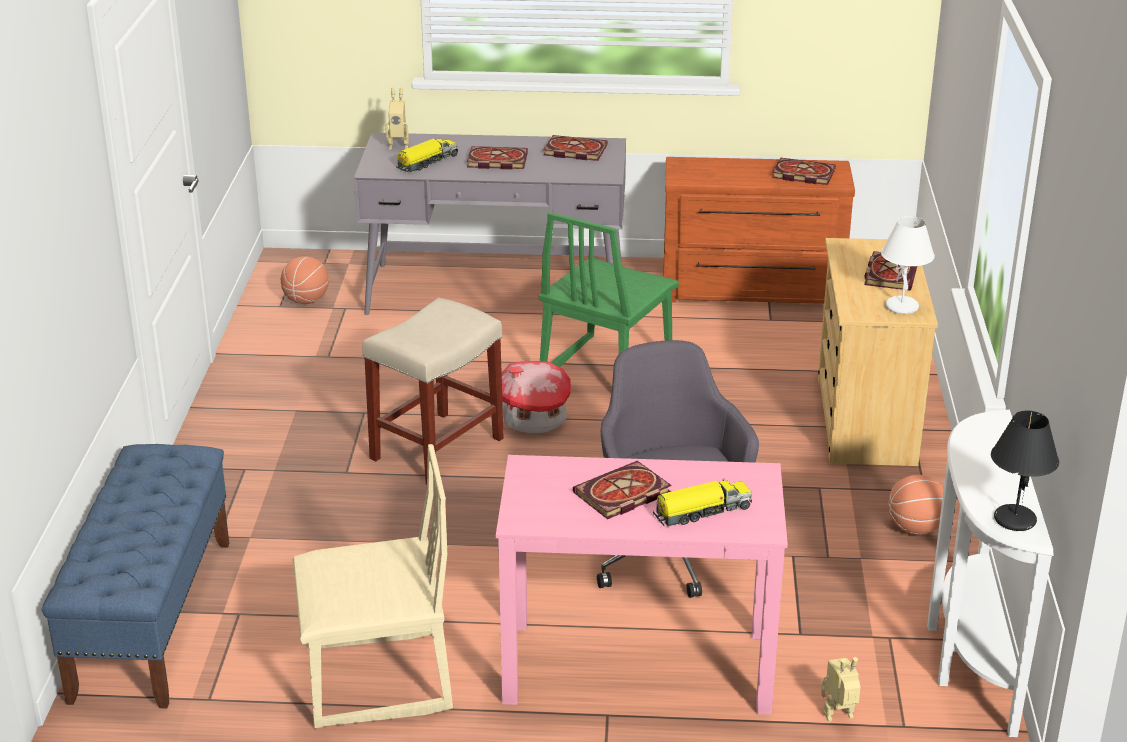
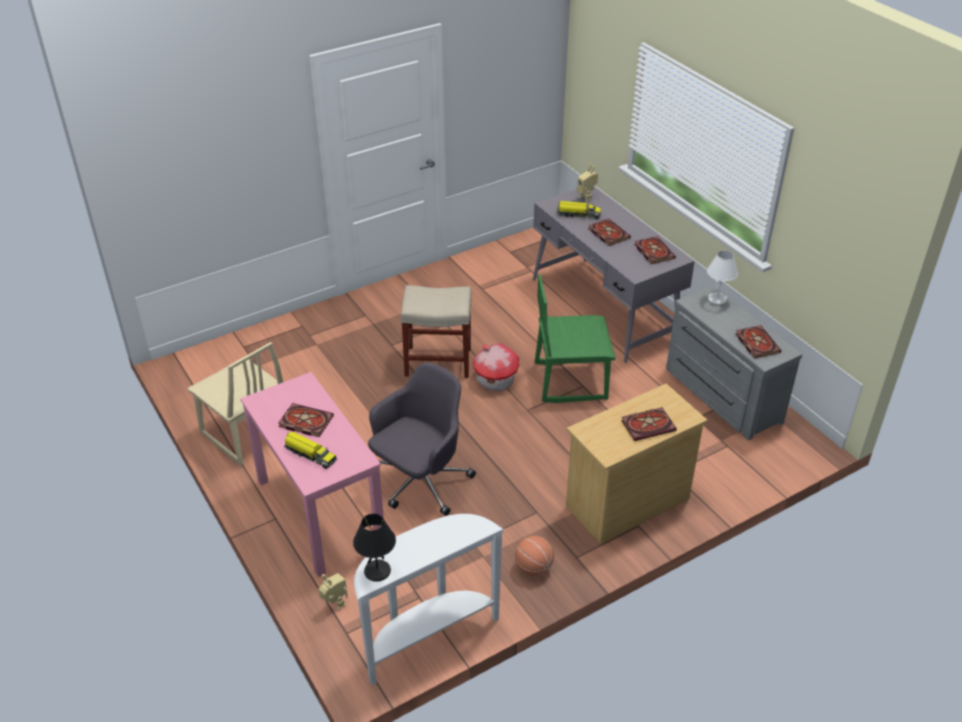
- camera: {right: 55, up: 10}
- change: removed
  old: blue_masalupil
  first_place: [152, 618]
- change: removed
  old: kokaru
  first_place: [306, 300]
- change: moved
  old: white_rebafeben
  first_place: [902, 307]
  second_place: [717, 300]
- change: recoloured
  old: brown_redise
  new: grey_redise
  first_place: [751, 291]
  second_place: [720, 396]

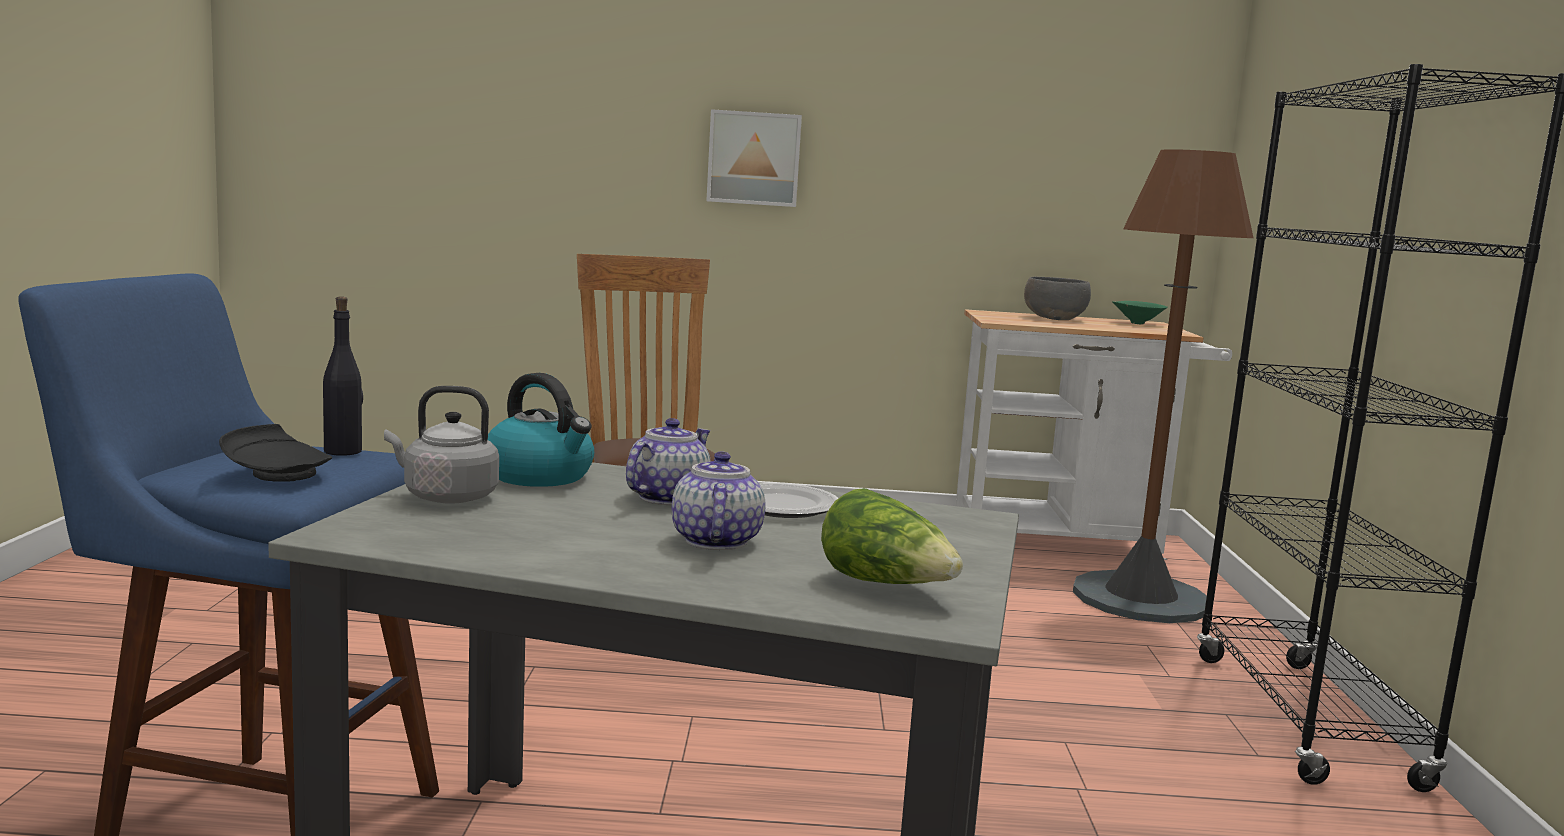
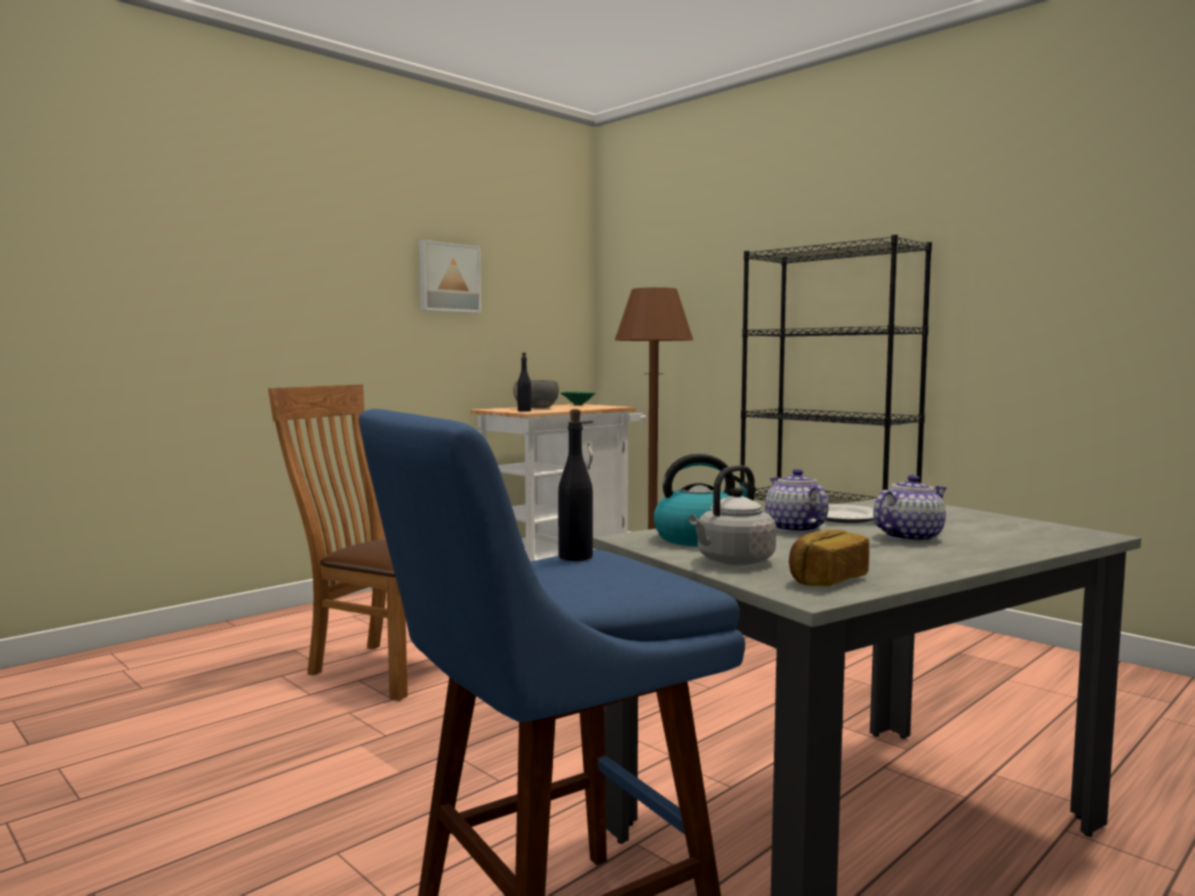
- camera: {right: -45, up: -5}
- change: removed
  old: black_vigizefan
  first_place: [278, 473]
- change: removed
  old: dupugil
  first_place: [887, 584]
- change: added
  new: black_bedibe
  second_place: [524, 411]
- change: added
  new: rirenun
  second_place: [826, 580]
- change: moved
  old: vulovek
  first_place: [754, 158]
  second_place: [448, 278]
- change: turned
  old: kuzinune
  first_place: [715, 540]
  second_place: [909, 537]
  degrees: 105

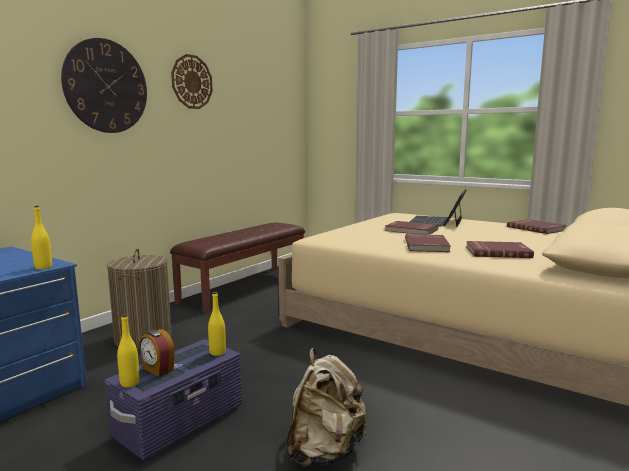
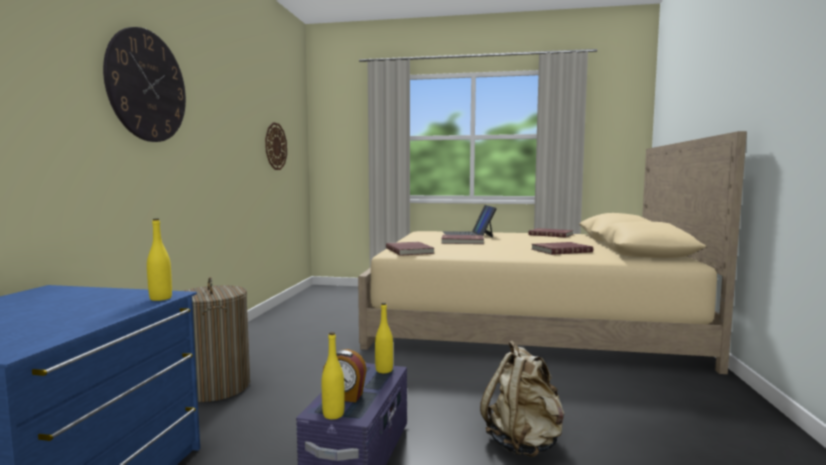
- camera: {right: -25, up: -5}
- change: removed
  old: brown_masalupil
  first_place: [244, 288]
- change: moved
  old: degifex
  first_place: [192, 82]
  second_place: [275, 146]
- change: moved
  old: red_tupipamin
  first_place: [427, 245]
  second_place: [410, 251]

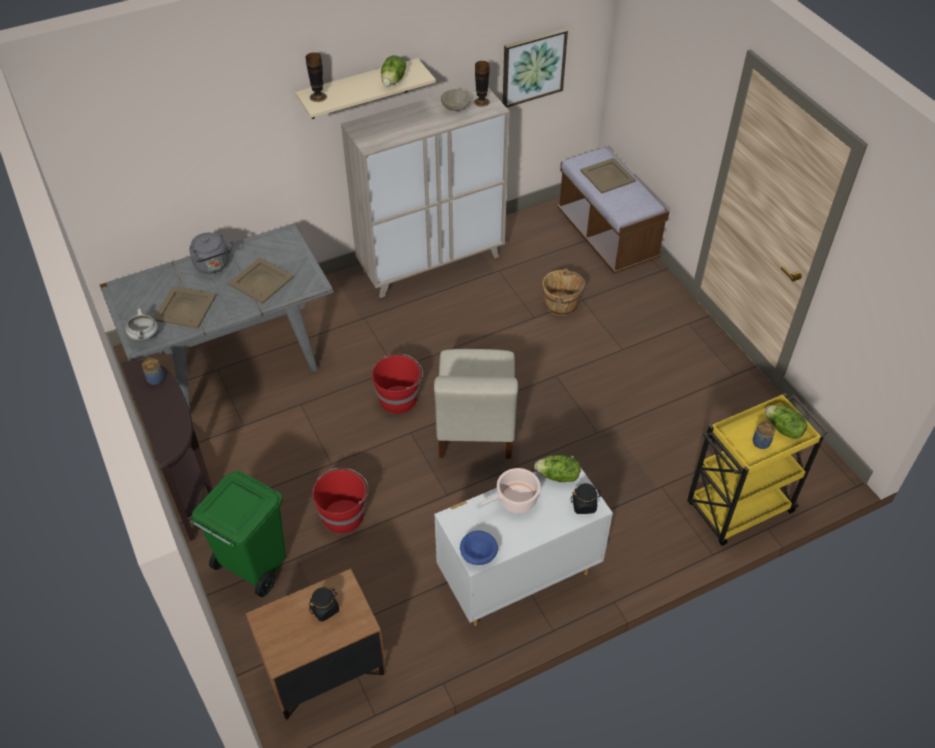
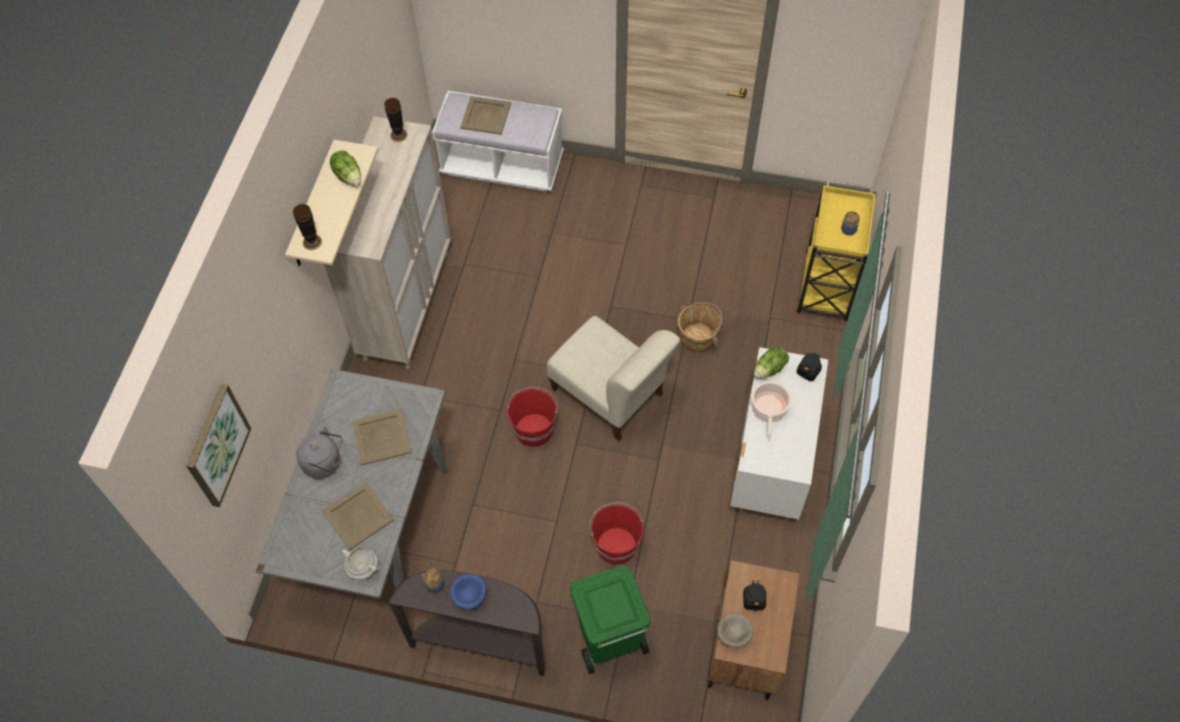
- camera: {right: -50, up: 10}
- change: removed
  old: dupugil
  first_place: [783, 429]
- change: moved
  old: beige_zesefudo
  first_place: [456, 108]
  second_place: [734, 634]
- change: moved
  old: blue_zesefudo
  first_place: [478, 554]
  second_place: [468, 596]
- change: moved
  old: vulovek
  first_place: [533, 67]
  second_place: [216, 445]
- change: moved
  old: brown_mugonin
  first_place: [561, 304]
  second_place: [698, 337]
- change: recoloured
  old: brown_masalupil
  new: white_masalupil
  first_place: [607, 237]
  second_place: [502, 165]

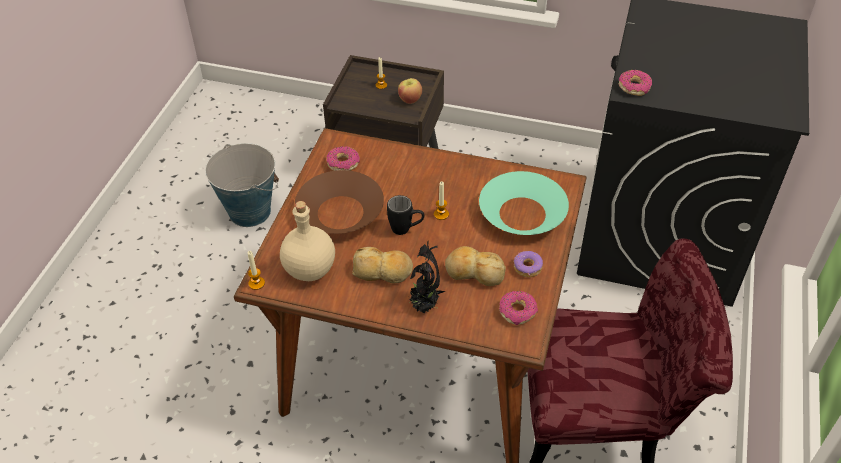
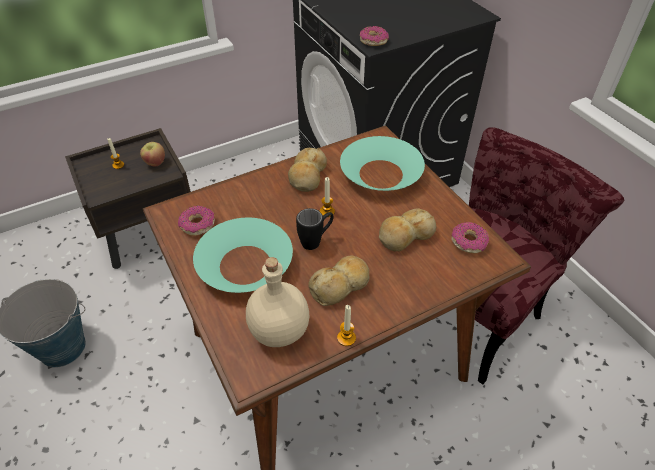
- camera: {right: -45, up: 0}
- change: removed
  old: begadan
  first_place: [425, 306]
- change: removed
  old: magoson
  first_place: [527, 268]
- change: added
  new: rirenun
  second_place: [307, 176]
- change: moved
  old: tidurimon
  first_place: [256, 283]
  second_place: [346, 338]
- change: recoloured
  old: brown_zesefudo
  new: turquoise_zesefudo
  first_place: [340, 212]
  second_place: [244, 264]

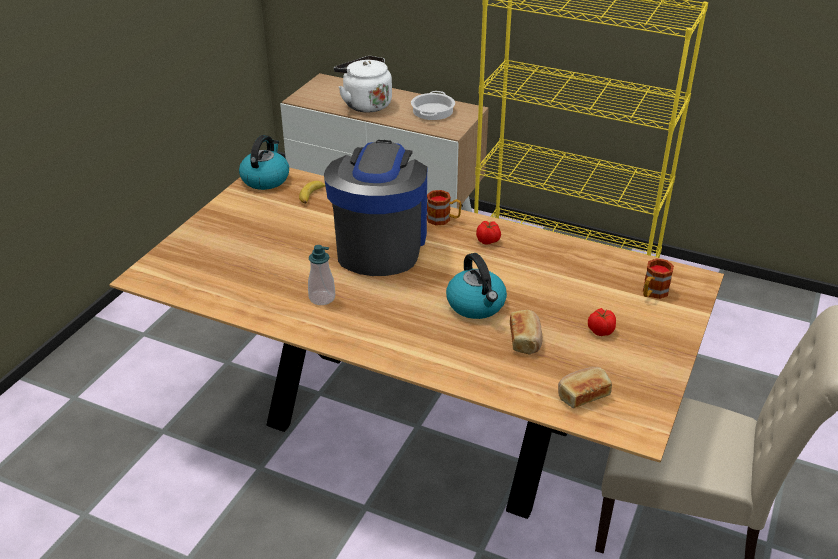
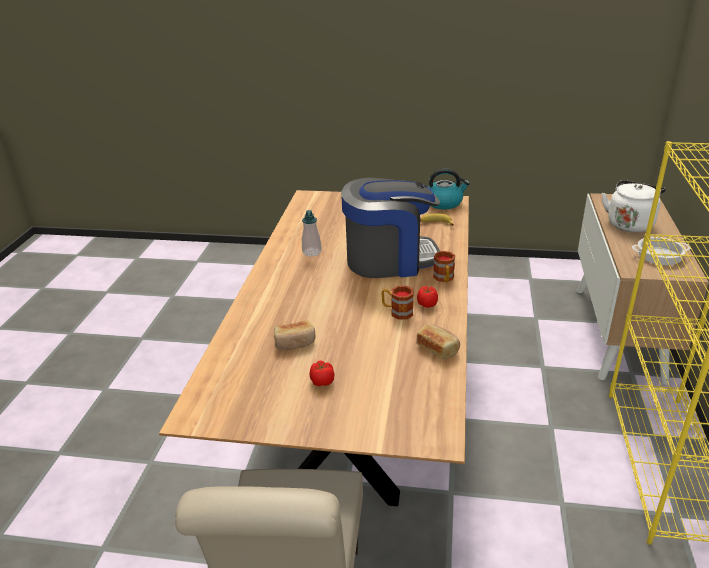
- camera: {right: 75, up: -5}
- change: removed
  old: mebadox
  first_place: [476, 305]
- change: moved
  old: rirenun
  first_place: [582, 395]
  second_place: [438, 348]
- change: moved
  old: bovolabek
  first_place: [652, 293]
  second_place: [397, 312]

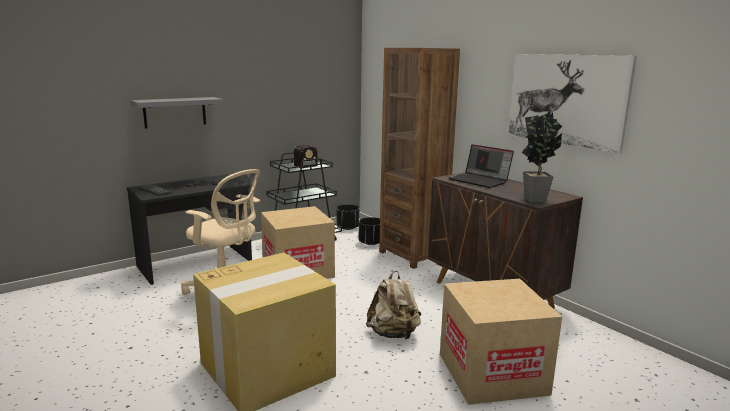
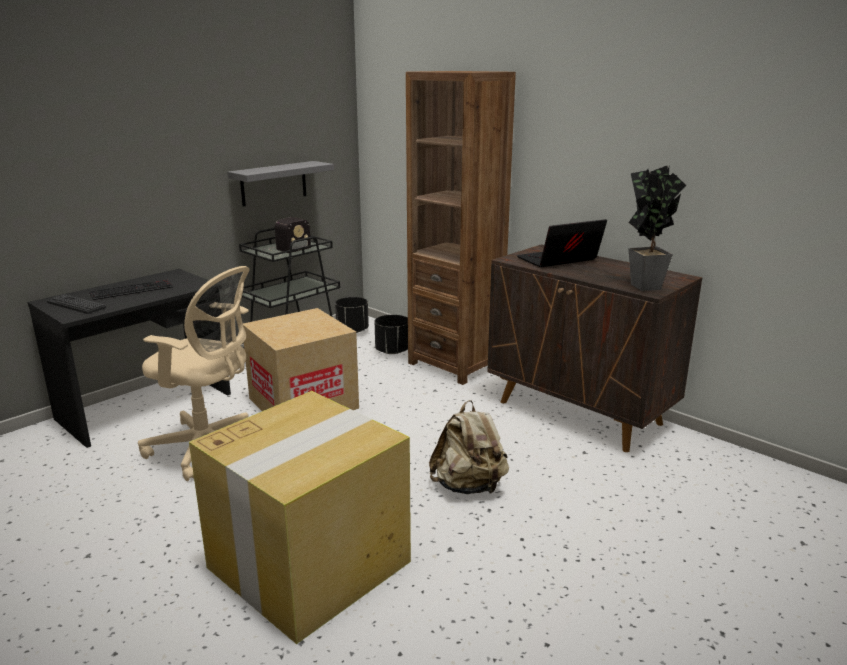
- camera: {right: -10, up: 5}
- change: removed
  old: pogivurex
  first_place: [492, 373]
- change: removed
  old: vulovek
  first_place: [566, 100]
- change: moved
  old: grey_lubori
  first_place: [175, 112]
  second_place: [273, 183]
- change: turned
  old: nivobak
  first_place: [480, 181]
  second_place: [558, 261]
  degrees: 120

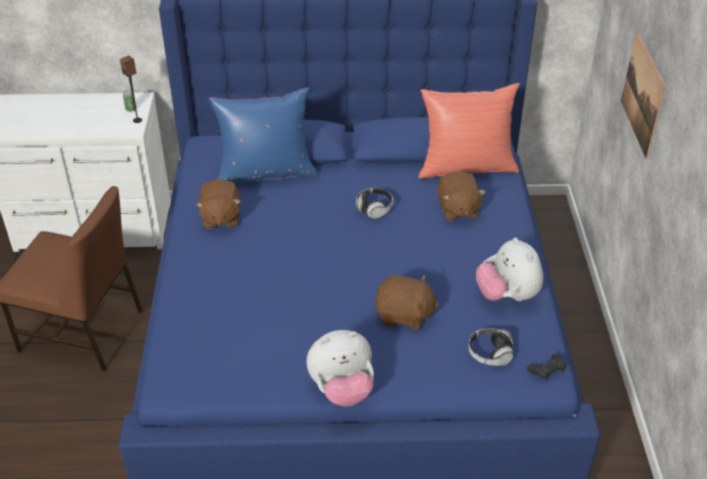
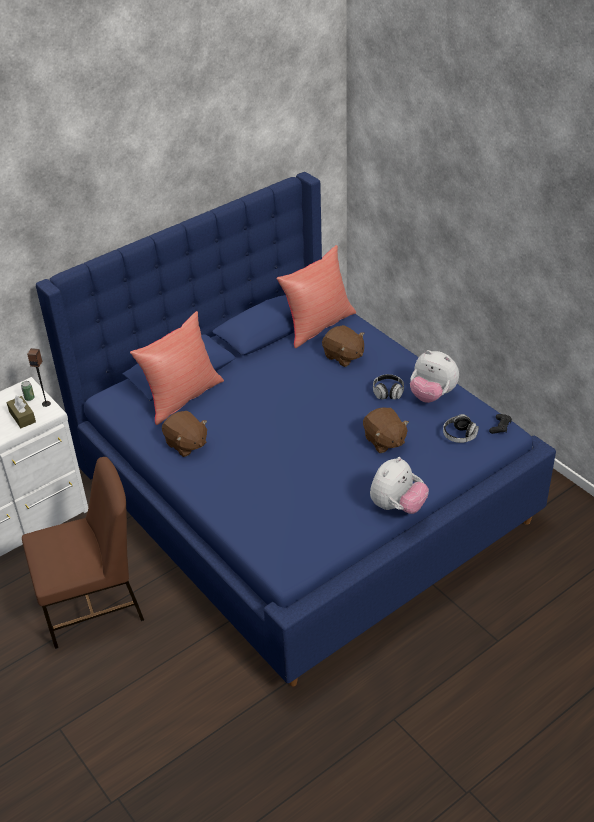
- camera: {right: -35, up: 0}
- change: removed
  old: vulovek
  first_place: [642, 94]
- change: added
  new: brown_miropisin
  second_place: [22, 417]
- change: moved
  old: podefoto
  first_place: [374, 209]
  second_place: [388, 392]
- change: recoloured
  old: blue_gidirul
  new: red_gidirul
  first_place: [265, 173]
  second_place: [182, 397]
- change: turned
  old: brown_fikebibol
  first_place: [404, 315]
  second_place: [384, 441]
  degrees: 90

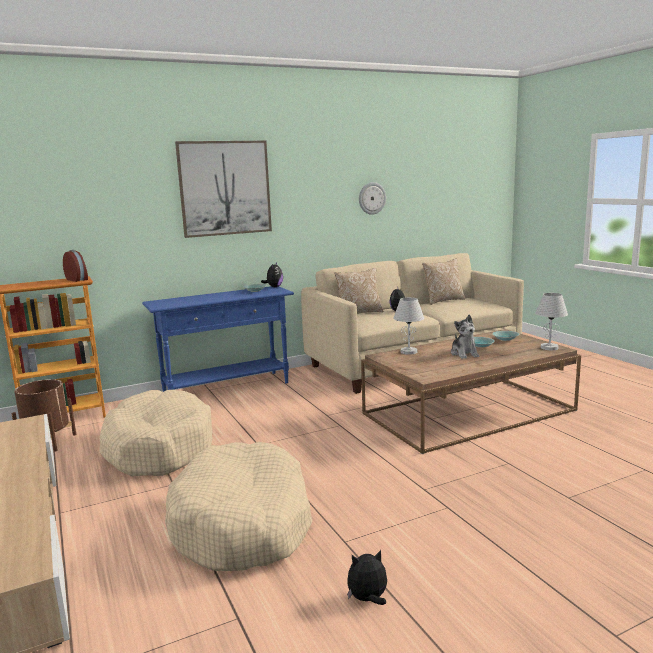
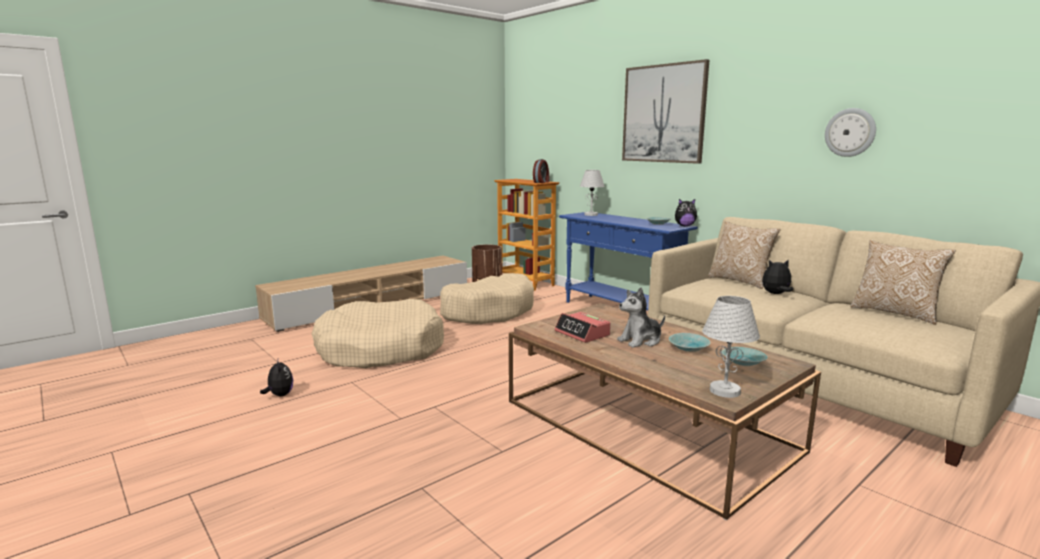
- camera: {right: 75, up: 0}
- change: added
  new: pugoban
  second_place: [582, 333]
- change: moved
  old: white_rebafeben
  first_place: [409, 352]
  second_place: [591, 215]

